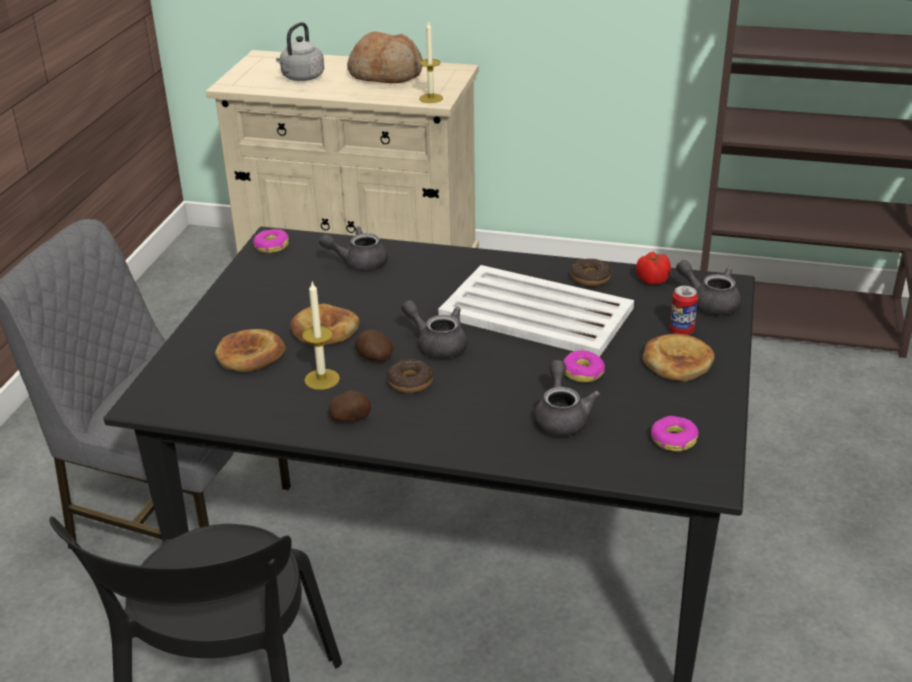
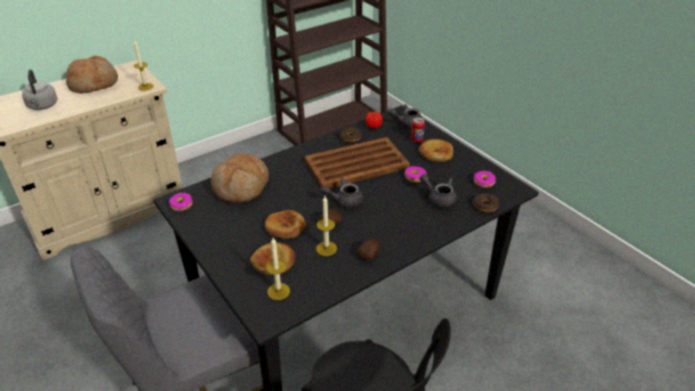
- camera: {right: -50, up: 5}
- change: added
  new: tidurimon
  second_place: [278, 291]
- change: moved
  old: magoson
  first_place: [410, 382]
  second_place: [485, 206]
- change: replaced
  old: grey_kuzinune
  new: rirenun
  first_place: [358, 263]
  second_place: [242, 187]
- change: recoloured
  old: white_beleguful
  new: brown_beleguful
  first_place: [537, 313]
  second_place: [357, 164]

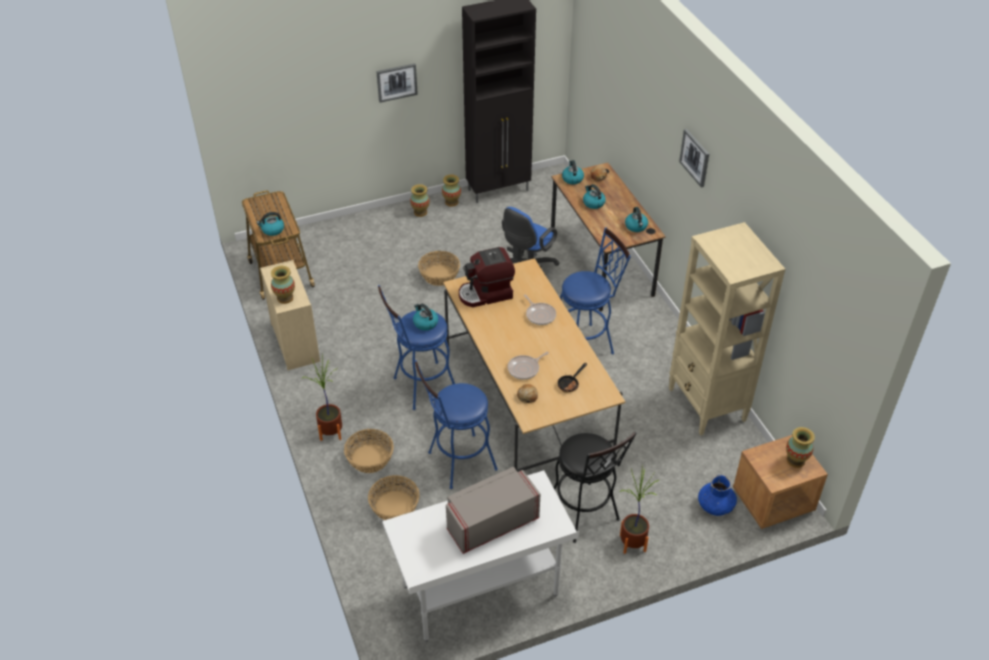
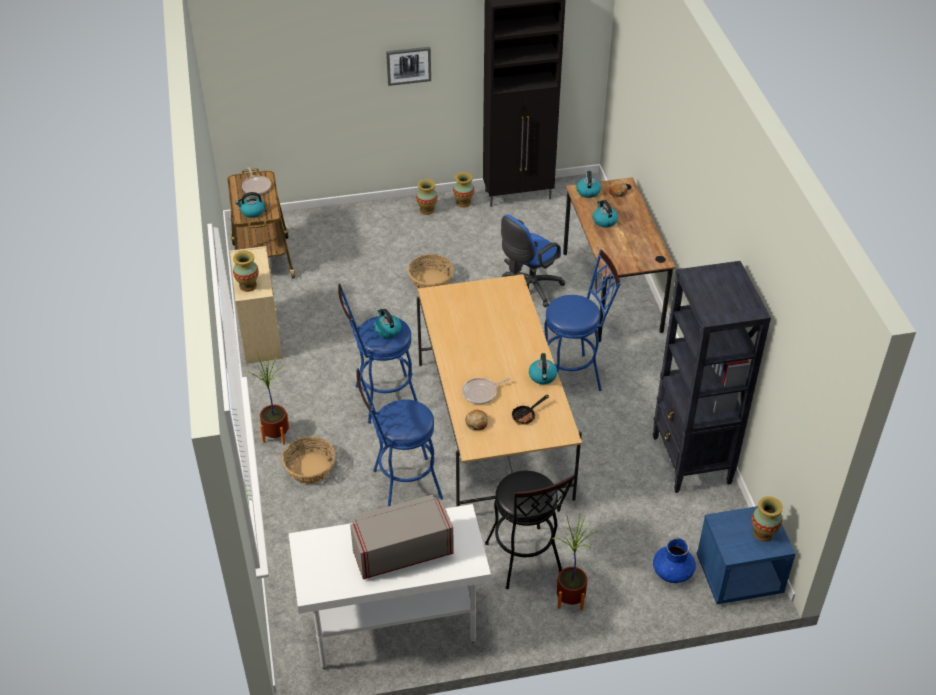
- camera: {right: 10, up: 0}
- change: removed
  old: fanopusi
  first_place: [394, 506]
- change: removed
  old: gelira
  first_place: [486, 294]
- change: removed
  old: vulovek
  first_place: [695, 157]
- change: moved
  old: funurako
  first_place: [540, 315]
  second_place: [256, 186]
- change: moved
  old: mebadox
  first_place: [636, 226]
  second_place: [543, 376]
- change: recoloured
  old: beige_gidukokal
  new: black_gidukokal
  first_place: [707, 405]
  second_place: [691, 461]
- change: recoloured
  old: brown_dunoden
  new: blue_dunoden
  first_place: [772, 501]
  second_place: [738, 576]

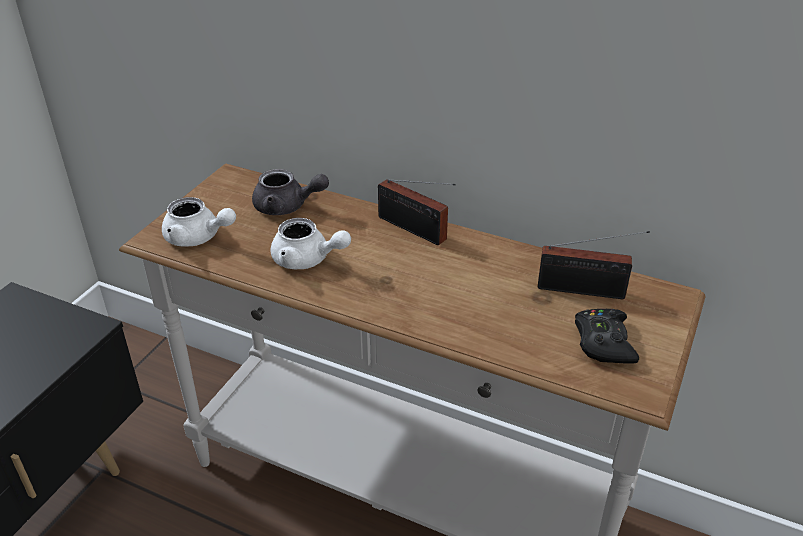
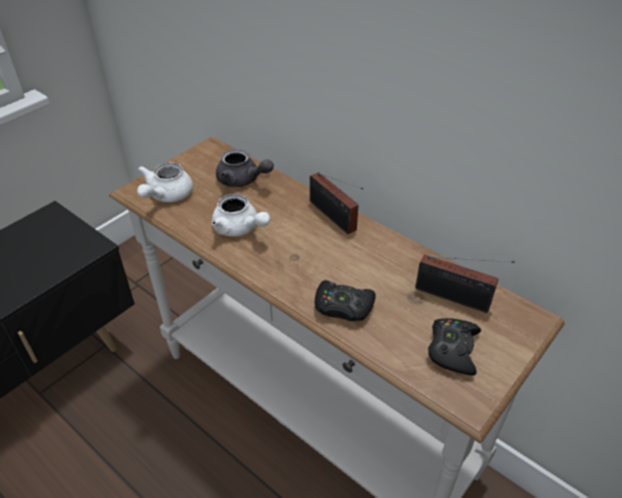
- camera: {right: 15, up: 5}
- change: added
  new: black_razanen
  second_place: [343, 306]
- change: turned
  old: white_kuzinune
  first_place: [198, 238]
  second_place: [166, 196]
  degrees: 75

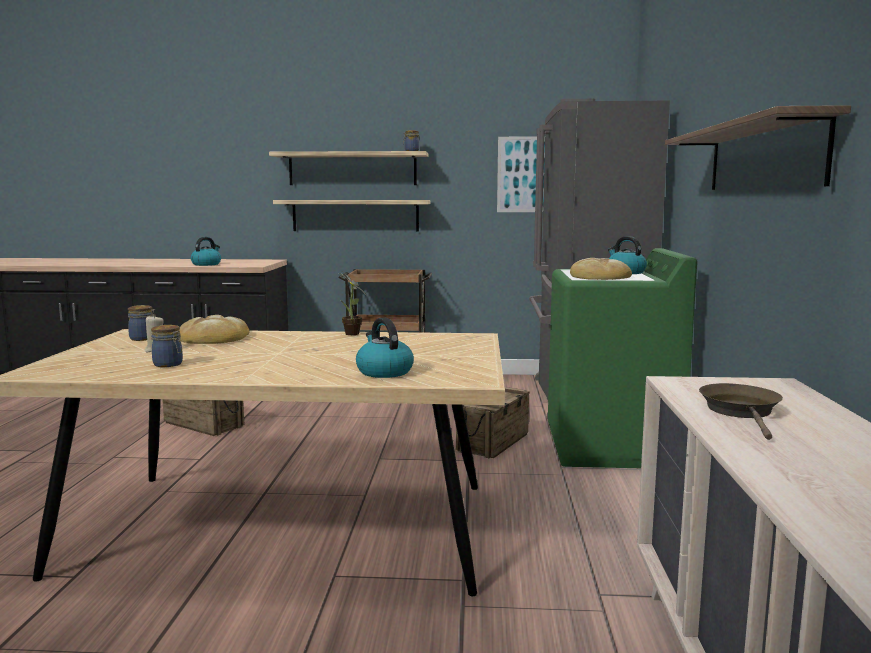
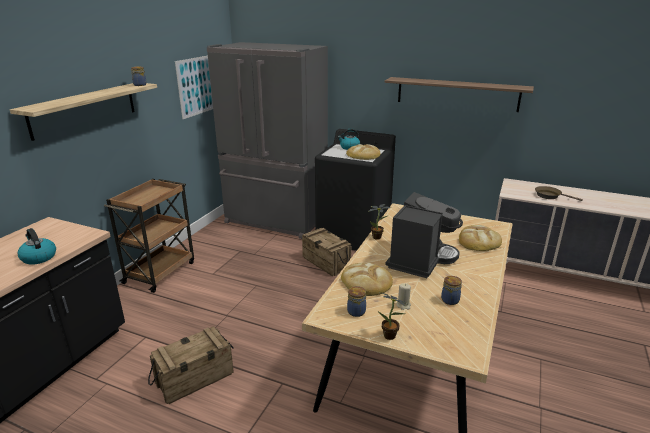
- camera: {right: -70, up: 15}
- change: removed
  old: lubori
  first_place: [355, 215]
- change: added
  new: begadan
  second_place: [391, 337]
- change: added
  new: gelira
  second_place: [420, 259]
- change: replaced
  old: mebadox
  new: rirenun
  first_place: [384, 372]
  second_place: [479, 241]
- change: recoloured
  old: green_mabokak
  new: black_mabokak
  first_place: [611, 448]
  second_place: [354, 235]

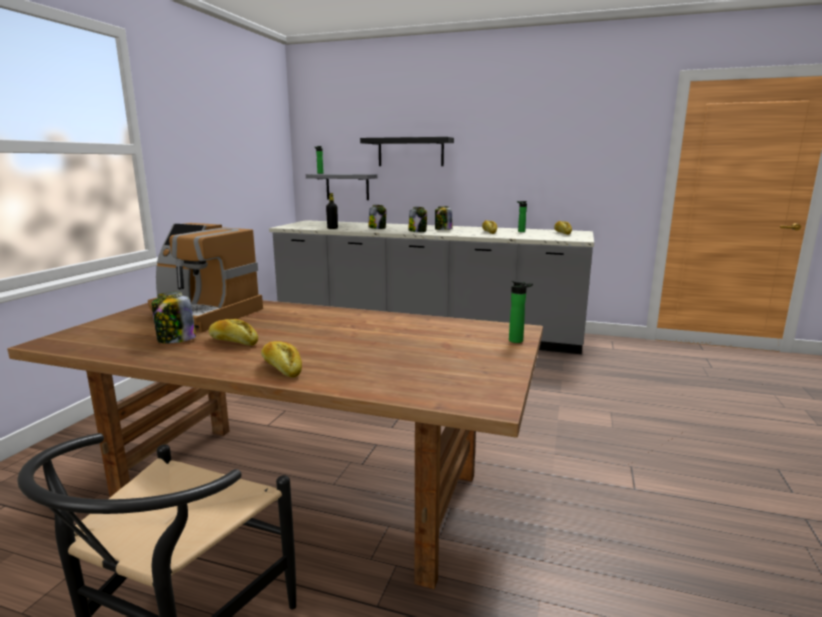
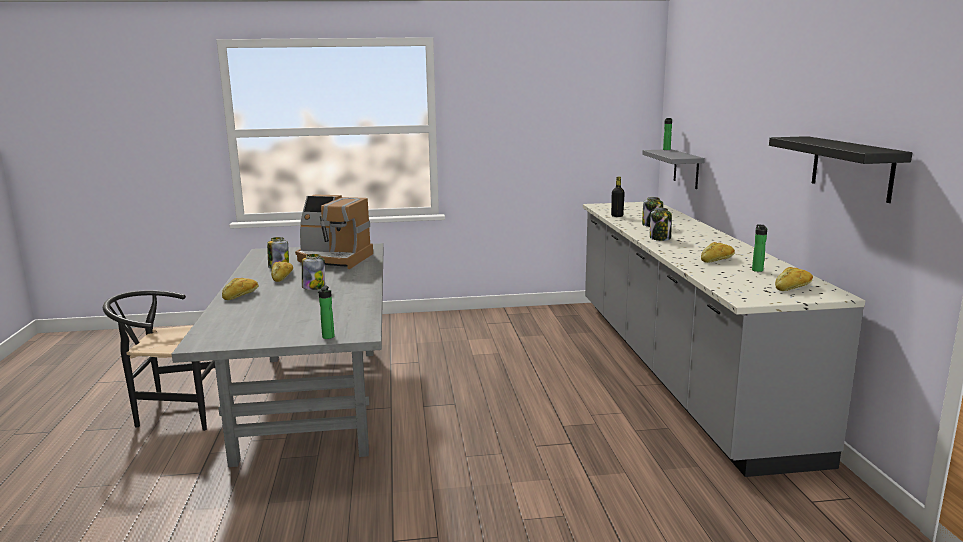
- camera: {right: 65, up: 0}
- change: moved
  old: black_lubori
  first_place: [410, 152]
  second_place: [851, 168]
- change: moved
  old: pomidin
  first_place: [443, 230]
  second_place: [313, 287]
- change: recoloured
  old: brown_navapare
  new: grey_navapare
  first_place: [304, 491]
  second_place: [313, 401]
- change: turned
  old: gelira
  first_place: [202, 314]
  second_place: [334, 259]
  degrees: -75

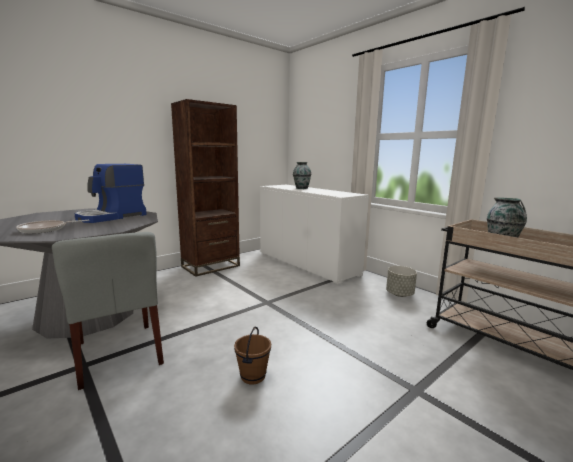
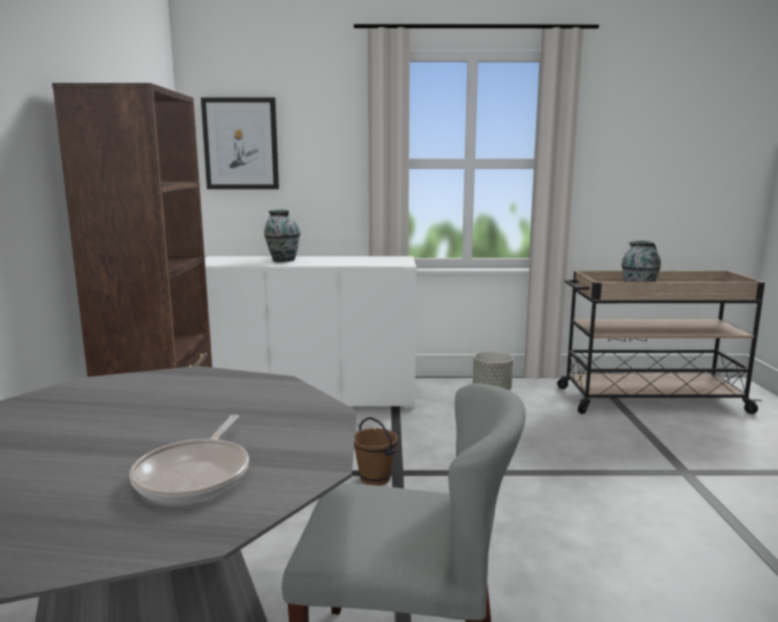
- camera: {right: -50, up: 0}
- change: removed
  old: gelira
  first_place: [112, 217]
- change: added
  new: vulovek
  second_place: [241, 144]
- change: moved
  old: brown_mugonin
  first_place: [253, 376]
  second_place: [375, 478]

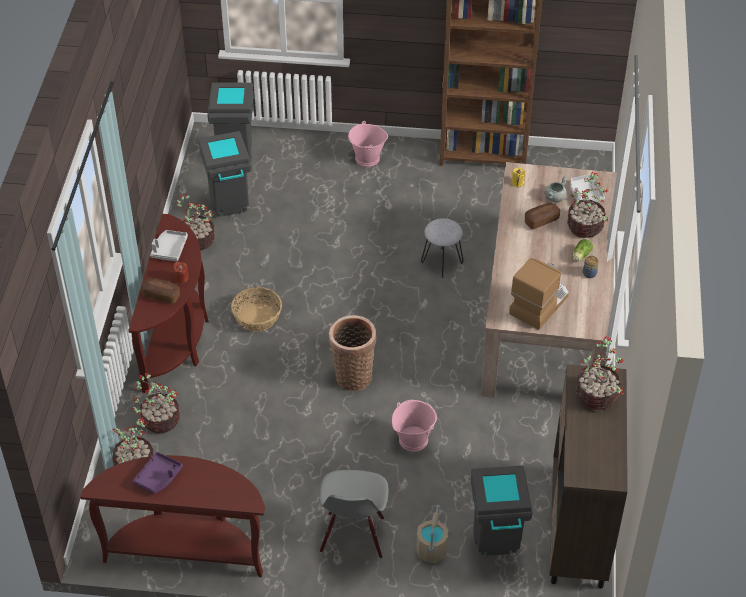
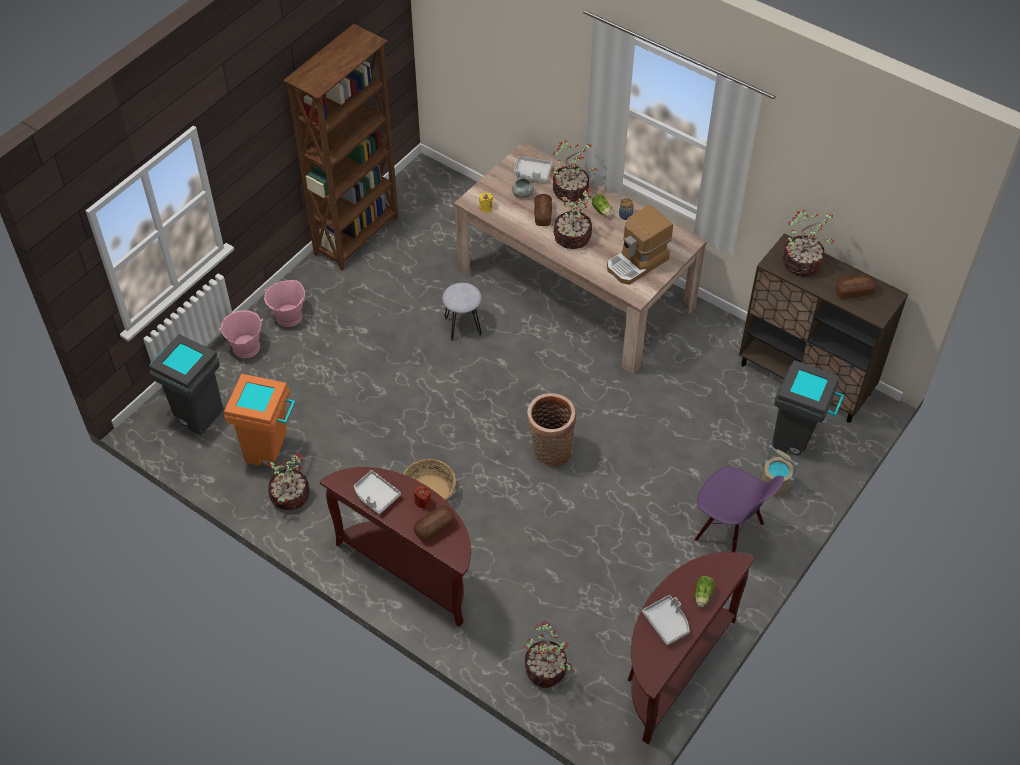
- camera: {right: -60, up: 5}
- change: added
  new: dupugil
  second_place: [702, 596]
- change: added
  new: rirenun
  second_place: [854, 292]
- change: moved
  old: begadan
  first_place: [159, 420]
  second_place: [572, 238]
- change: moved
  old: pink_mugonin
  first_place: [413, 439]
  second_place: [245, 347]
- change: recoloured
  old: purple_beleguful
  new: grey_beleguful
  first_place: [158, 477]
  second_place: [667, 623]
- change: recoloured
  old: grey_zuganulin
  new: orange_zuganulin
  first_place: [230, 210]
  second_place: [270, 452]
- change: recoloured
  old: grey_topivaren
  new: purple_topivaren
  first_place: [353, 535]
  second_place: [728, 533]
- change: turned
  old: gelira
  first_place: [538, 304]
  second_place: [637, 263]
  degrees: -105

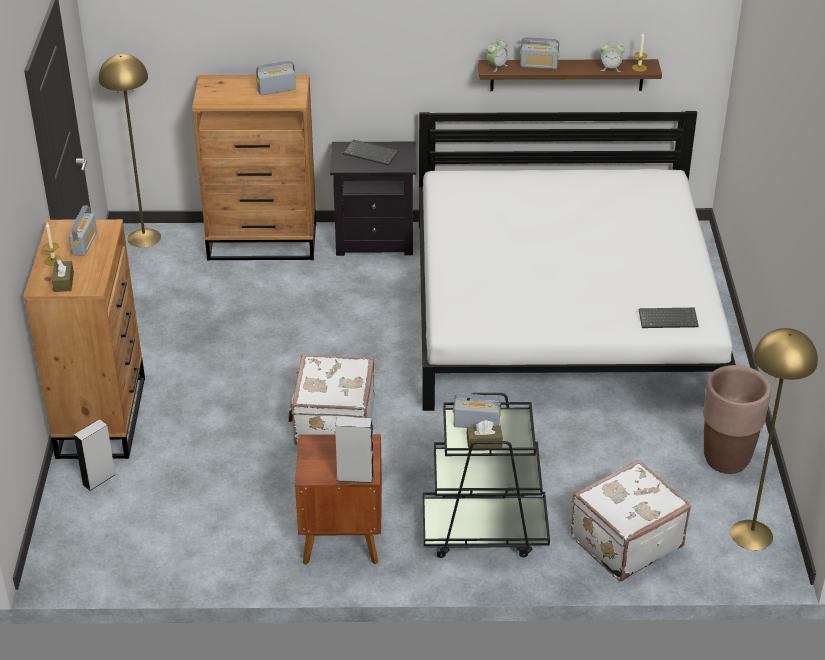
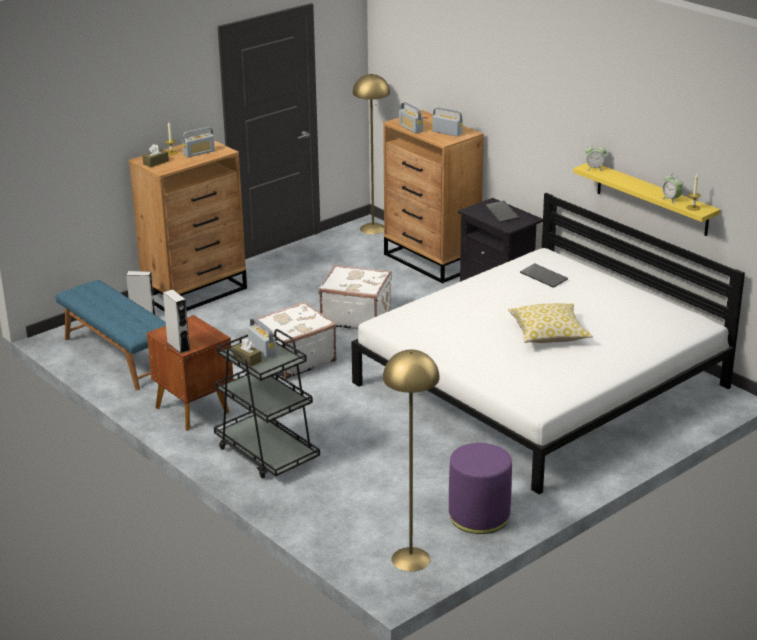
- camera: {right: 50, up: -10}
- change: added
  new: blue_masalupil
  second_place: [118, 356]
- change: added
  new: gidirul
  second_place: [549, 334]
- change: moved
  old: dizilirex
  first_place: [539, 65]
  second_place: [411, 128]
- change: moved
  old: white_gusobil
  first_place: [624, 541]
  second_place: [355, 317]
- change: moved
  old: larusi
  first_place: [668, 318]
  second_place: [544, 276]
- change: replaced
  old: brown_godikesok
  new: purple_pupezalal
  first_place: [726, 459]
  second_place: [479, 516]
- change: recoloured
  old: brown_lubori
  new: yellow_lubori
  first_place: [567, 75]
  second_place: [652, 199]

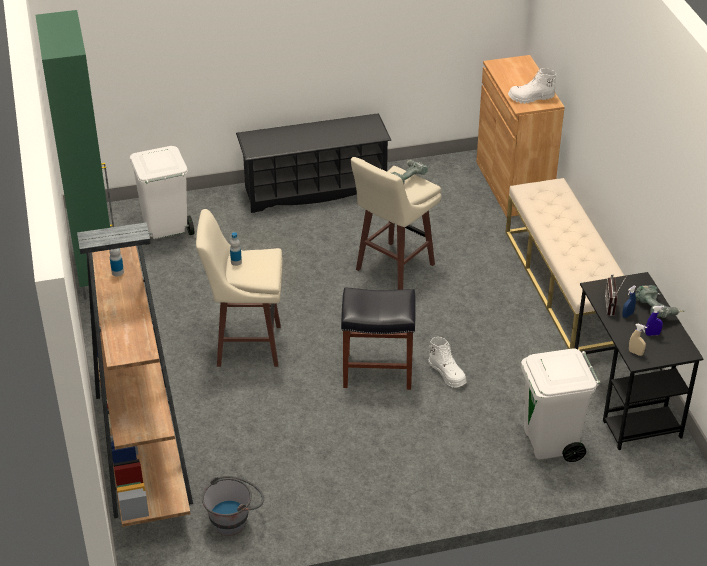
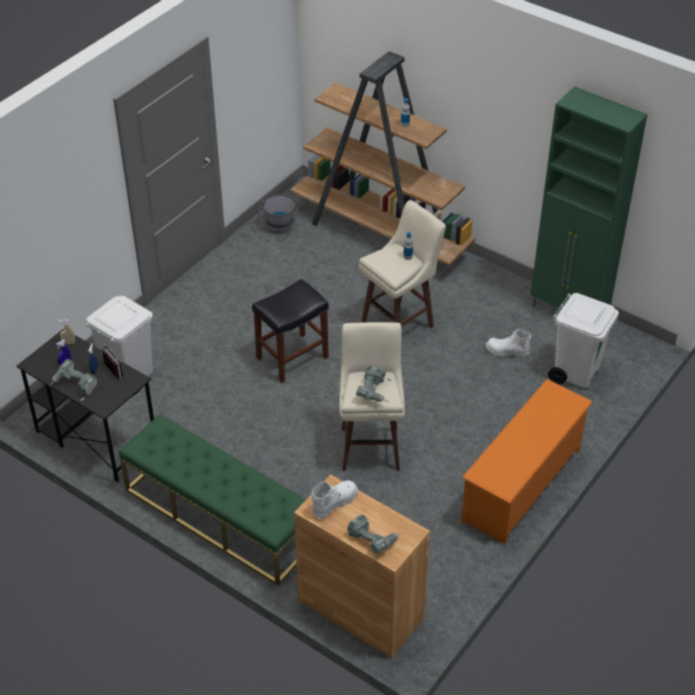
- camera: {right: 140, up: 5}
- change: added
  new: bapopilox
  second_place: [373, 539]
- change: moved
  old: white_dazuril
  first_place: [447, 374]
  second_place: [507, 352]
- change: recoloured
  old: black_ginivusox
  new: orange_ginivusox
  first_place: [314, 190]
  second_place: [522, 485]
- change: recoloured
  old: beige_masalupil
  new: green_masalupil
  first_place: [564, 285]
  second_place: [219, 516]

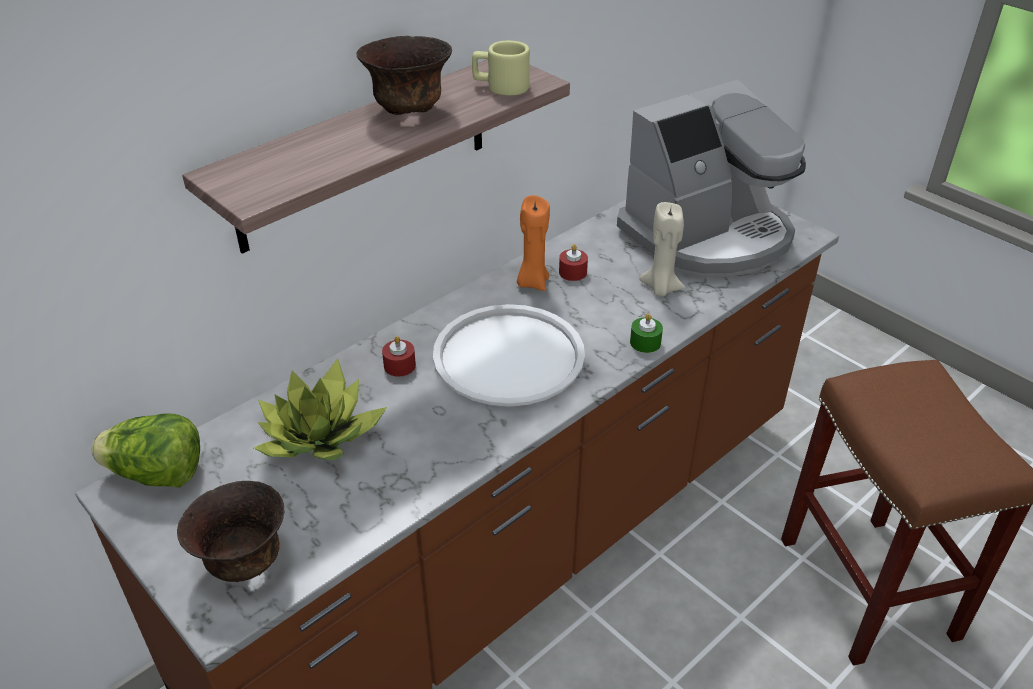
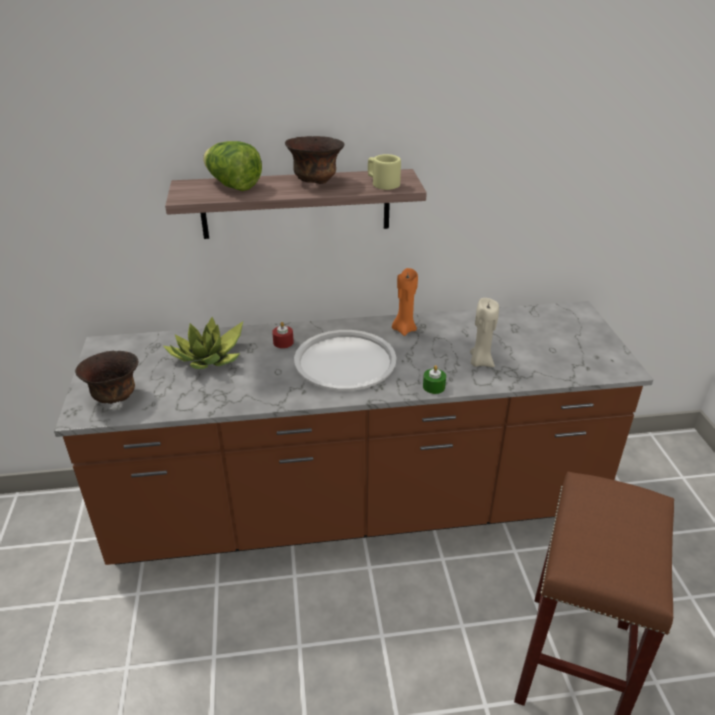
- camera: {right: 35, up: -5}
- change: removed
  old: red_tidurimon
  first_place: [572, 272]
- change: removed
  old: gelira
  first_place: [708, 236]
- change: moved
  old: dupugil
  first_place: [157, 474]
  second_place: [233, 185]

